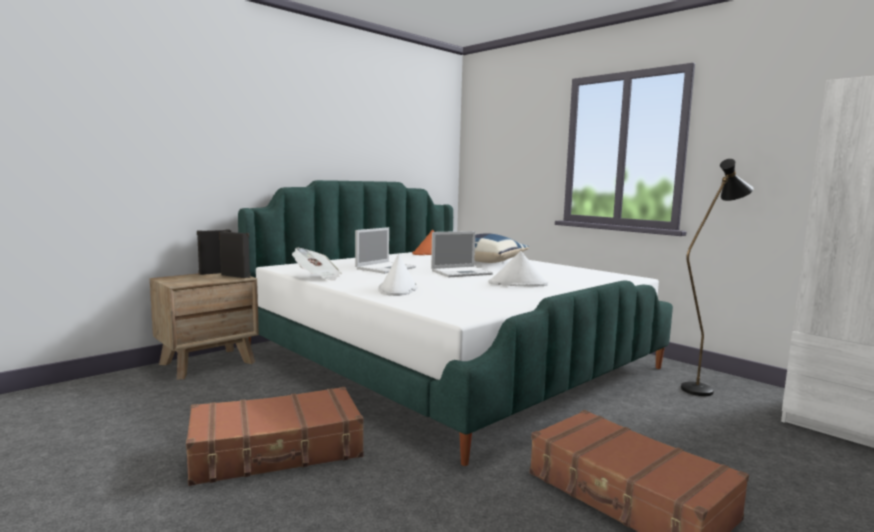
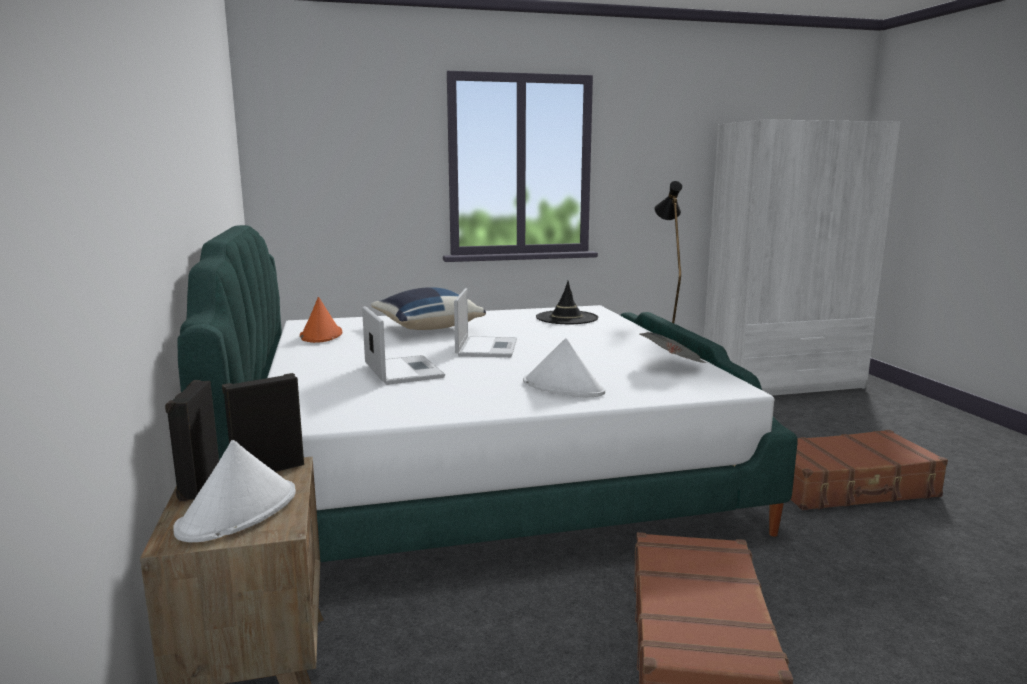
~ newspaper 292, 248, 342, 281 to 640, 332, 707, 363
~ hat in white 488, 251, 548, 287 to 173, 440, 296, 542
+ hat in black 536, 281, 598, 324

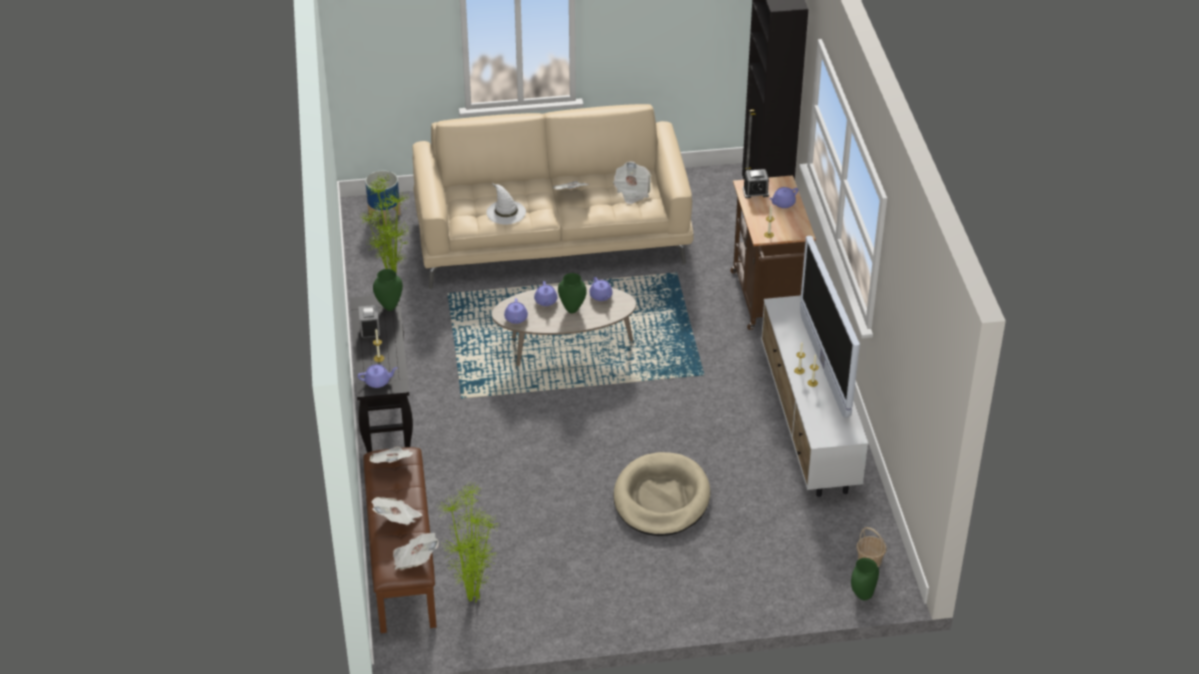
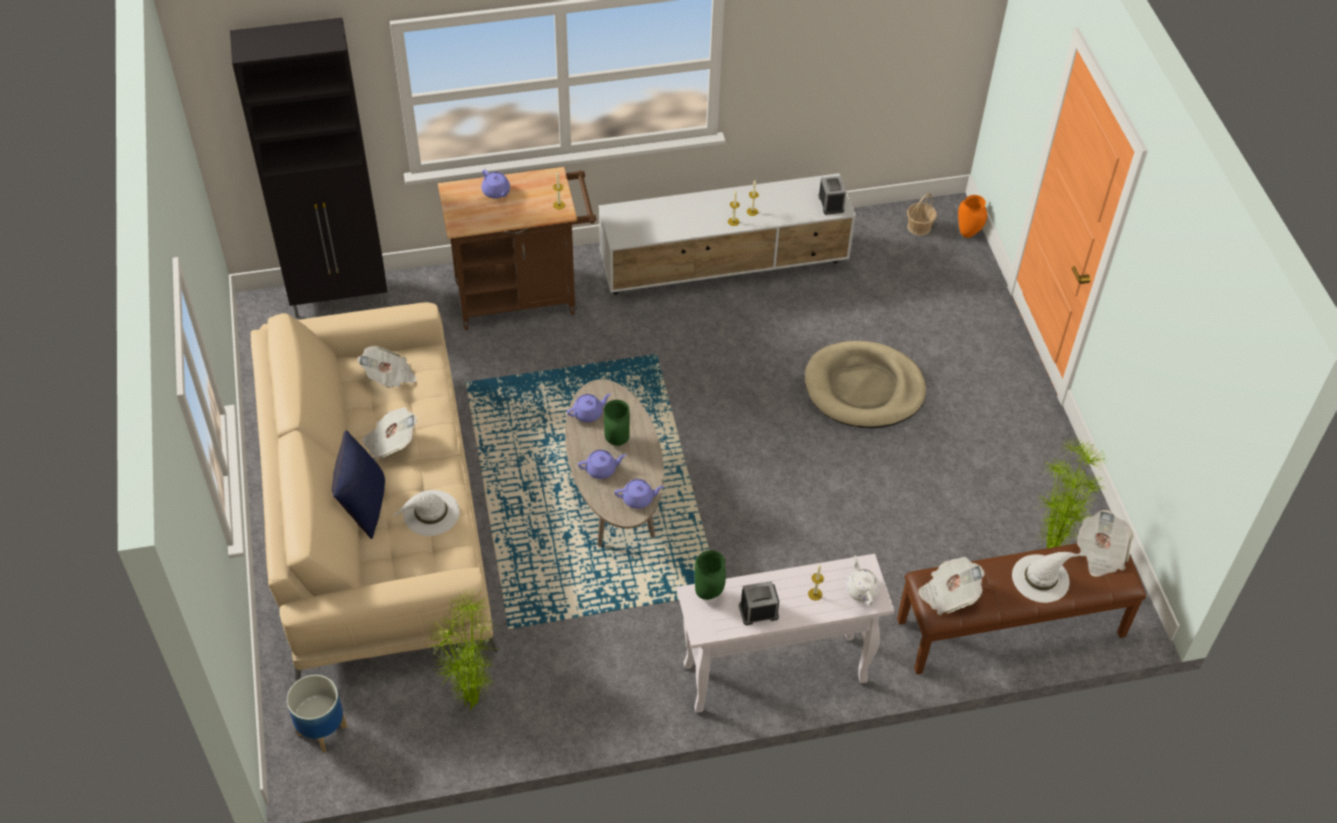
~ alarm clock 743, 169, 769, 198 to 818, 176, 846, 215
- television 800, 236, 860, 418
~ console table in black 350, 295, 413, 453 to console table in white 677, 554, 894, 713
~ teapot in purple 358, 364, 398, 388 to teapot in white 846, 556, 880, 605
~ newspaper 371, 497, 422, 525 to hat in white 1012, 552, 1084, 603
~ vase in green 851, 558, 879, 600 to vase in orange 958, 195, 987, 238
+ pillow in blue 332, 430, 385, 539

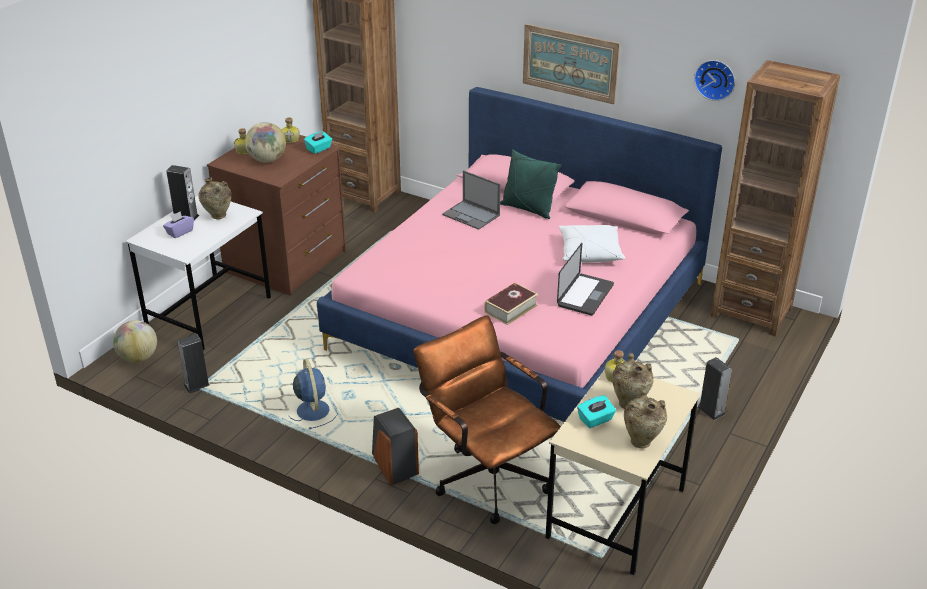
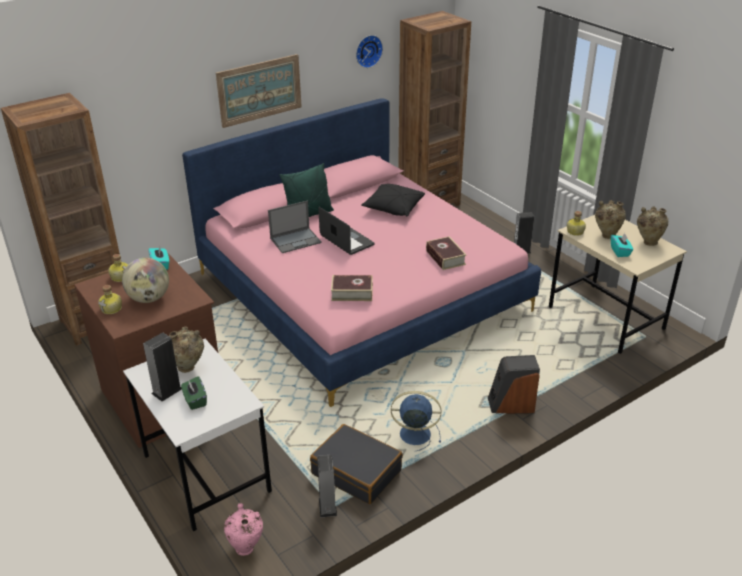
~ tissue box in purple 163, 211, 194, 238 to tissue box in green 181, 376, 207, 410
~ pillow in white 559, 225, 625, 263 to pillow in black 361, 184, 425, 216
~ laptop 557, 243, 614, 316 to 318, 207, 374, 255
- office chair in brown 414, 315, 561, 524
~ globe 113, 320, 157, 363 to vase in pink 224, 503, 263, 556
+ book 331, 275, 373, 301
+ suitcase in black 310, 424, 403, 504

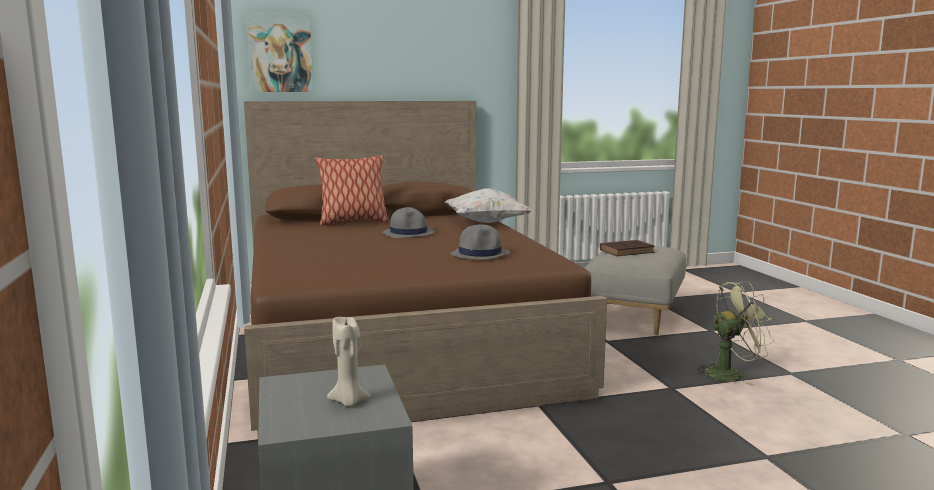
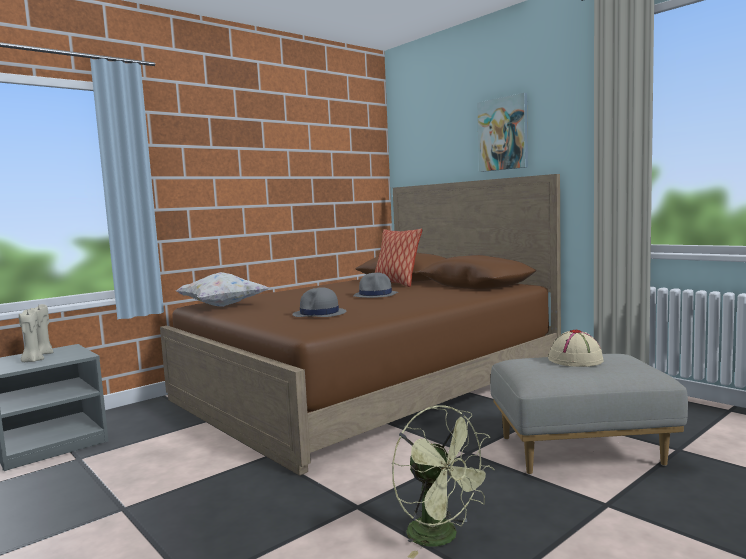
~ picture 246, 12, 314, 92 to 477, 93, 528, 172
~ pillow in white 445, 188, 532, 223 to 175, 272, 269, 307
~ book in brown 600, 240, 655, 256 to hat in beige 548, 329, 603, 367
+ candle in beige 31, 304, 53, 354

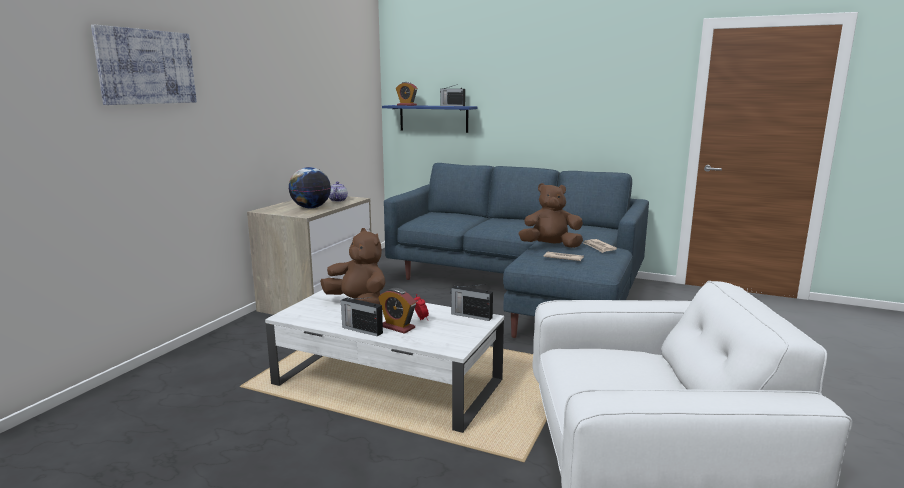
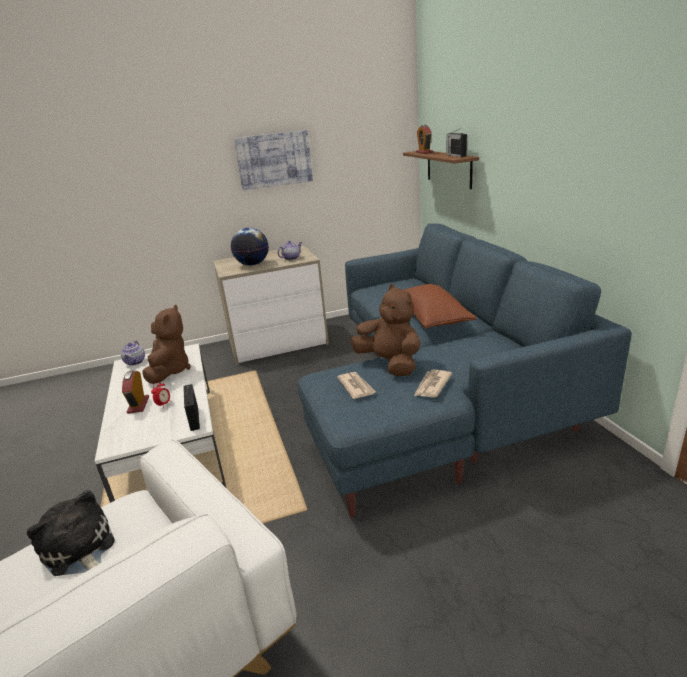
~ picture 91, 25, 197, 105 to 234, 130, 313, 190
~ shelf in blue 382, 105, 477, 133 to shelf in brown 403, 151, 479, 189
- radio 341, 297, 383, 336
+ pillow in brown 404, 284, 477, 328
+ teapot 121, 341, 145, 366
+ plush toy 27, 490, 115, 576

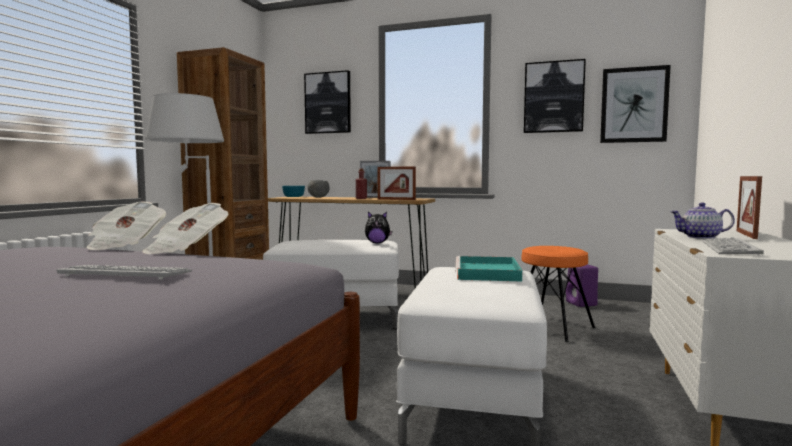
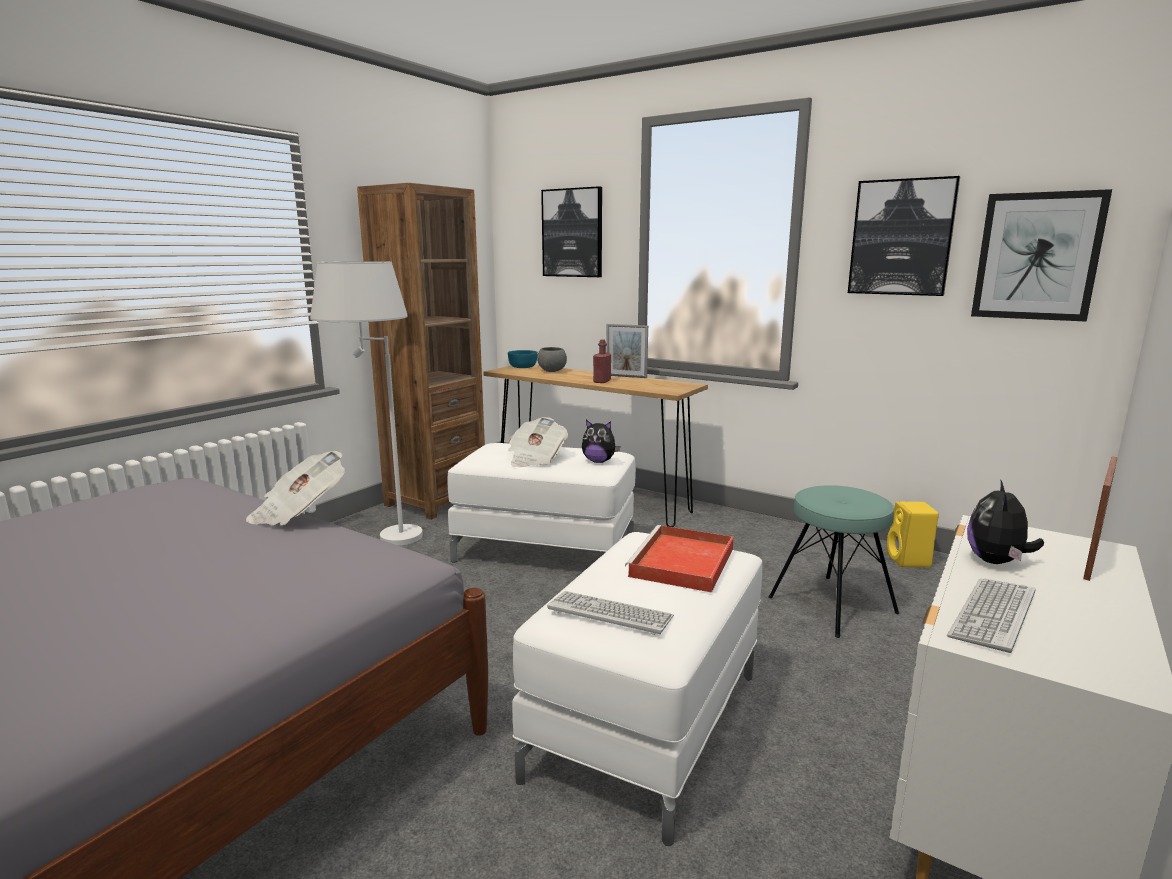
- picture frame 378, 166, 416, 200
~ newspaper 86, 202, 166, 250 to 508, 417, 568, 467
~ teapot 670, 203, 735, 239 to plush toy 967, 481, 1044, 564
~ stool in orange 521, 246, 595, 342 to stool in turquoise 769, 485, 899, 638
~ tray in turquoise 455, 256, 522, 282 to tray in red 625, 525, 734, 593
~ speaker in purple 566, 264, 598, 307 to speaker in yellow 887, 502, 939, 567
~ keyboard 56, 265, 192, 280 to 547, 591, 674, 635

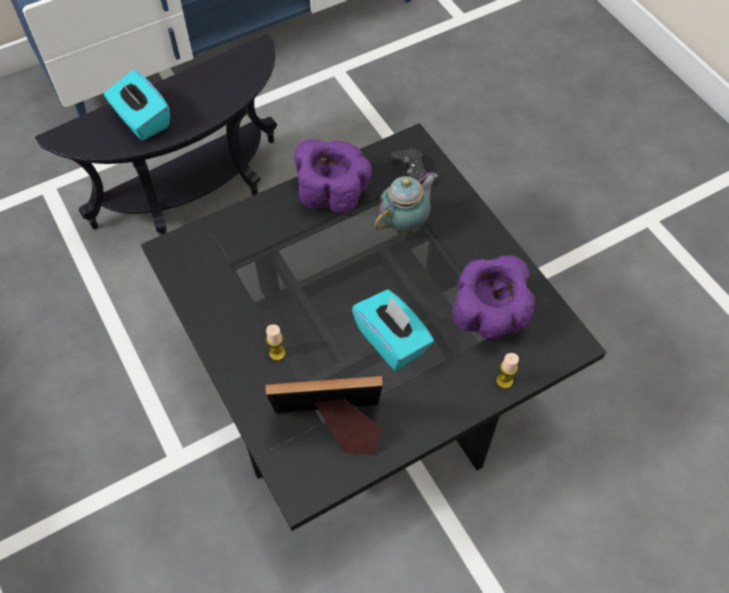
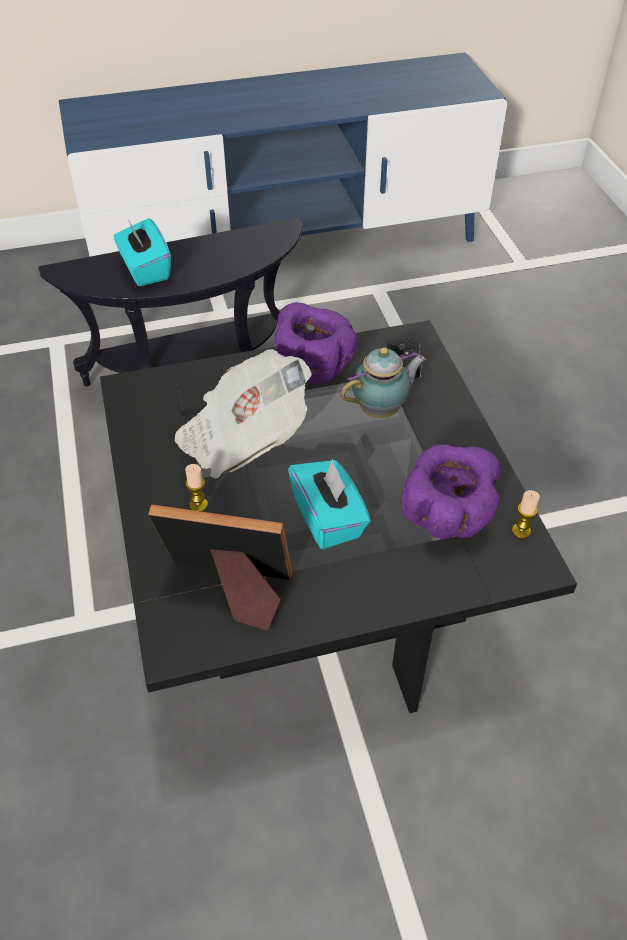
~ candle 496, 353, 519, 389 to 512, 490, 540, 539
+ newspaper 175, 349, 312, 479

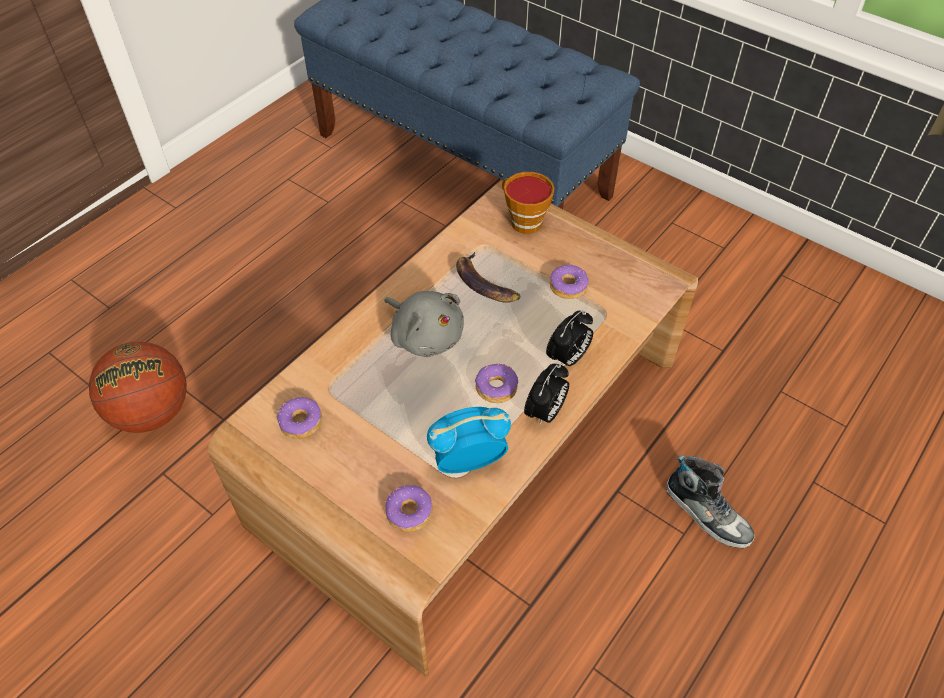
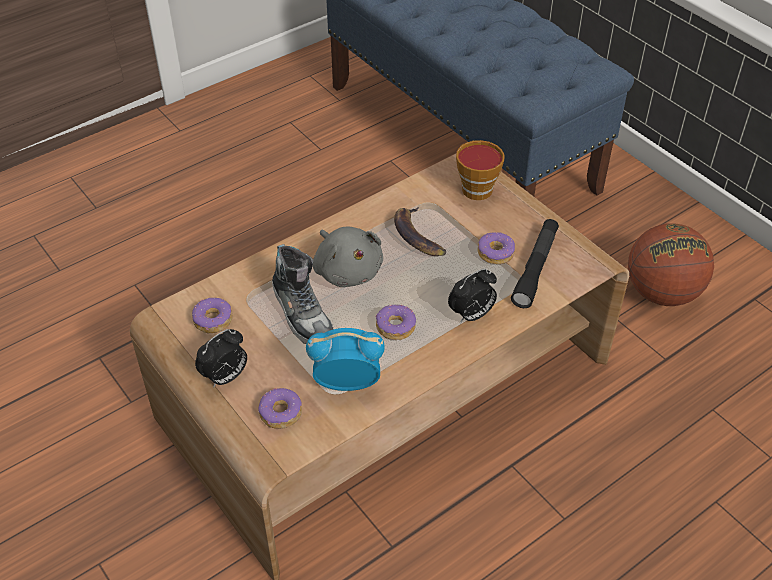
~ basketball 89, 342, 187, 433 to 628, 223, 714, 306
~ alarm clock 524, 364, 569, 426 to 195, 329, 247, 388
~ shoe 666, 455, 755, 549 to 272, 244, 333, 344
+ flashlight in black 511, 219, 559, 308

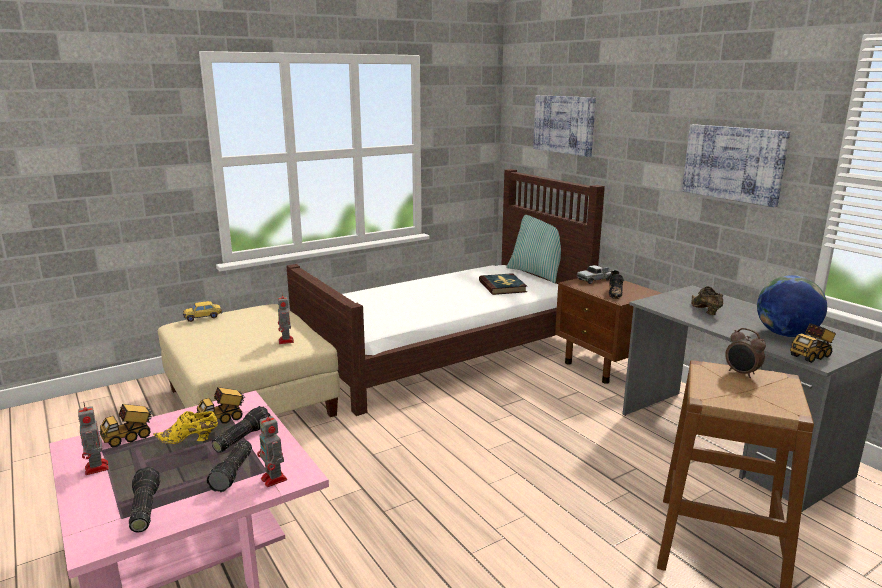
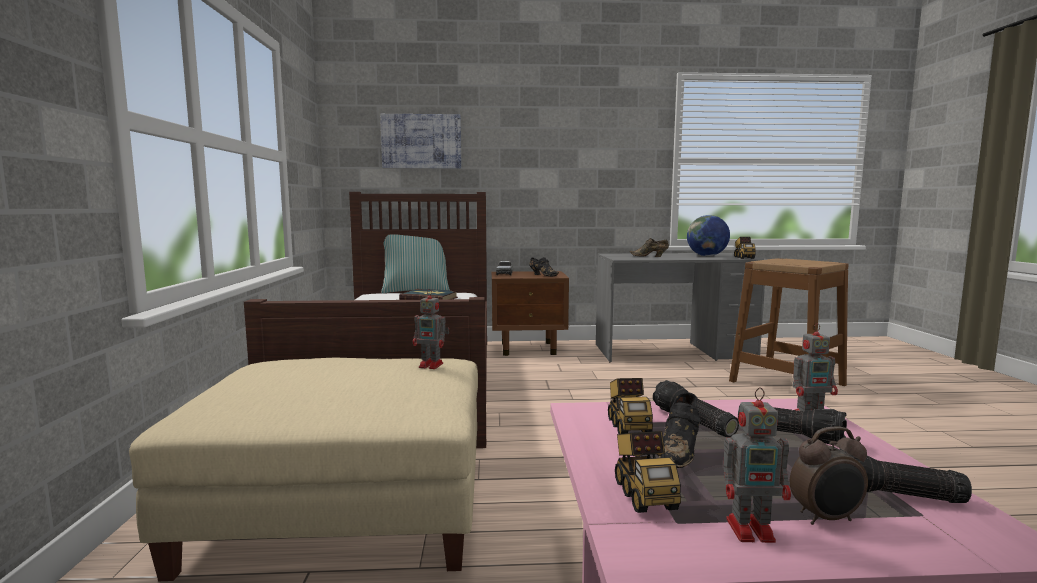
- picture 682, 124, 790, 207
- toy car 183, 301, 223, 322
~ alarm clock 725, 328, 766, 378 to 790, 426, 868, 525
~ shoe in yellow 153, 411, 218, 444 to shoe in black 658, 392, 701, 468

